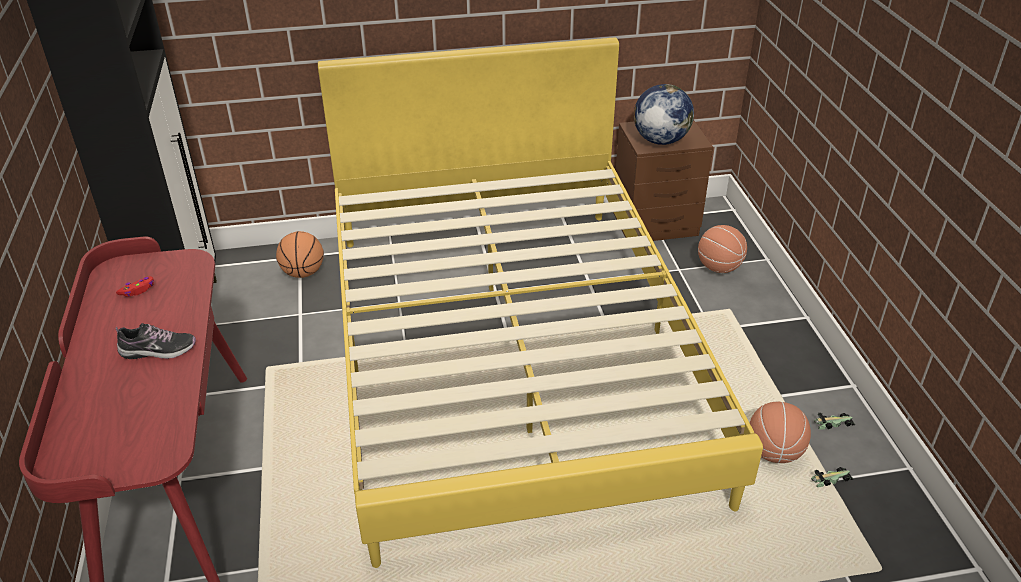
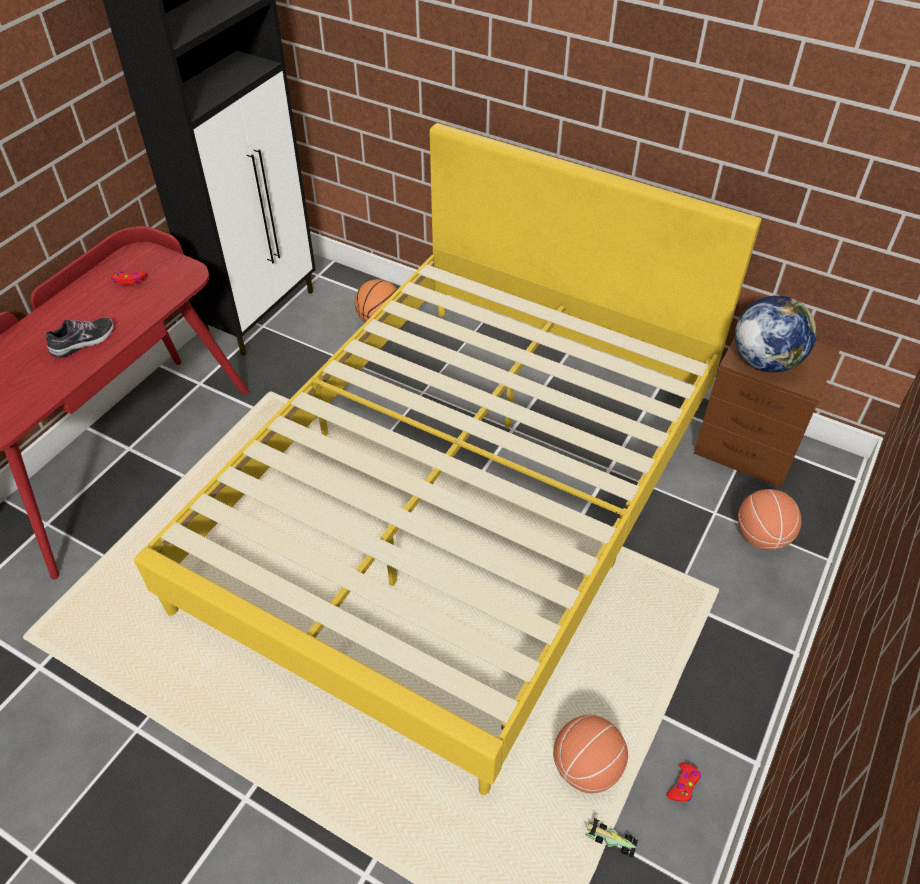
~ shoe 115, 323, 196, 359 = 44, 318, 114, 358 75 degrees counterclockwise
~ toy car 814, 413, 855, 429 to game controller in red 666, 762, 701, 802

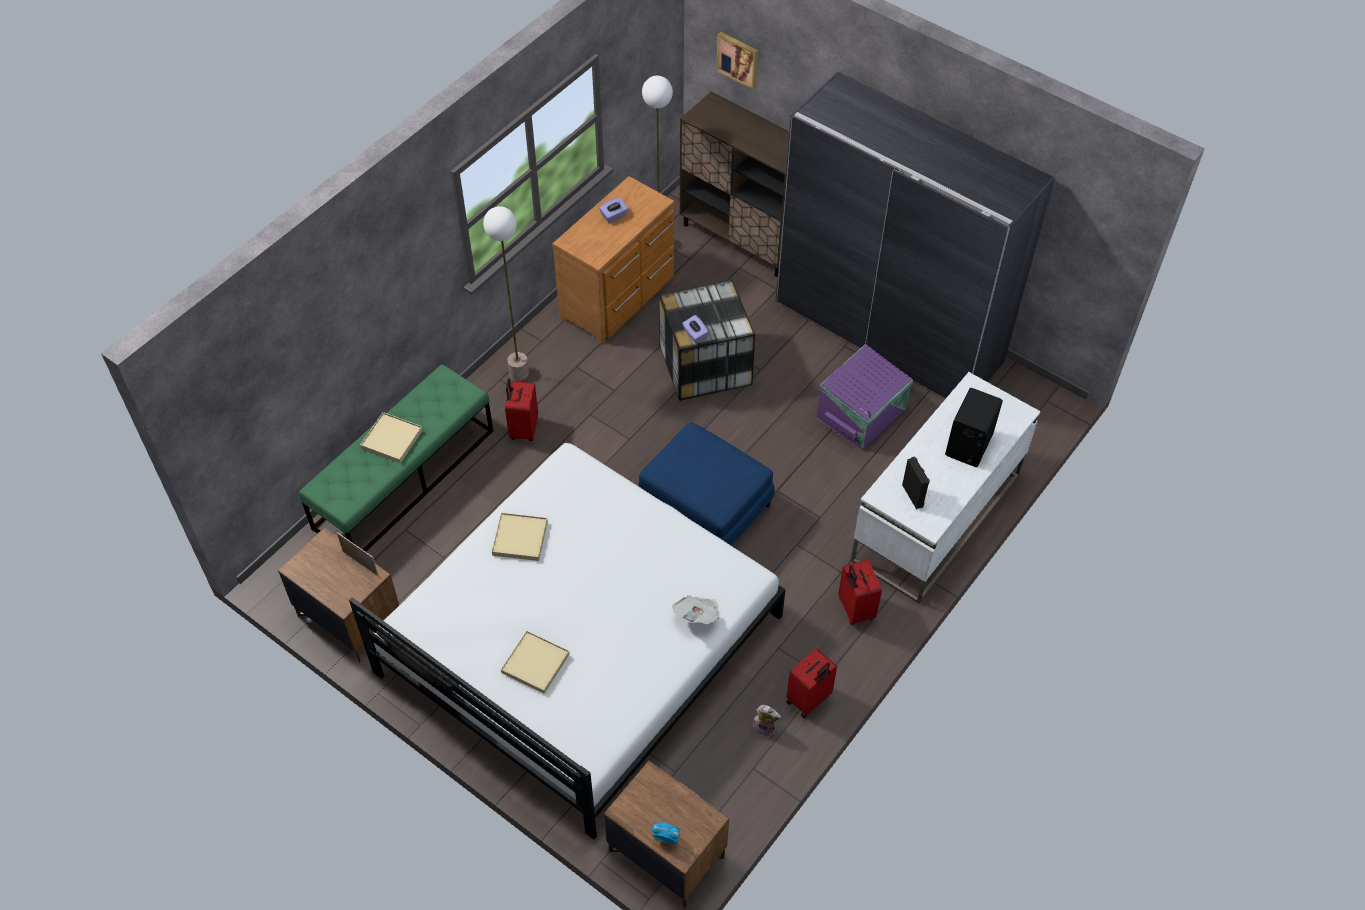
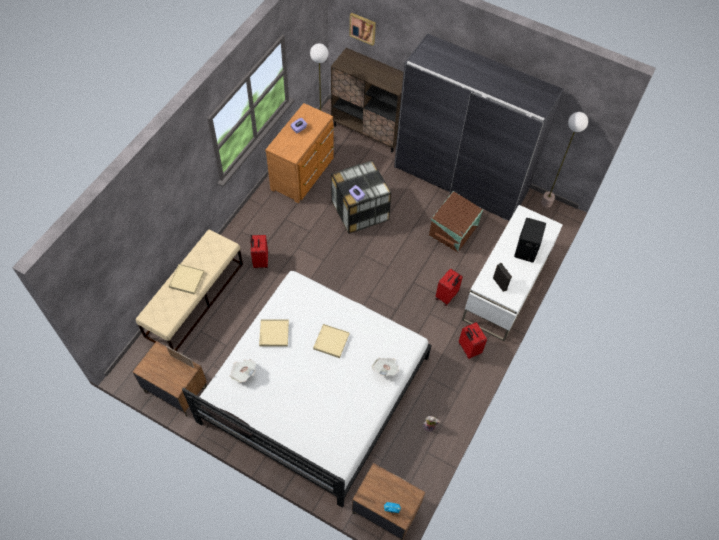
~ floor lamp 483, 206, 529, 381 to 541, 112, 588, 208
~ storage box in purple 817, 344, 913, 450 to storage box in brown 429, 191, 483, 252
~ bench in green 299, 364, 493, 552 to bench in beige 136, 229, 243, 351
- ottoman in blue 638, 422, 774, 545
~ tray in beige 501, 631, 570, 694 to 313, 324, 349, 358
~ suitcase in red 786, 648, 837, 718 to 435, 268, 463, 306
+ newspaper 229, 359, 256, 382

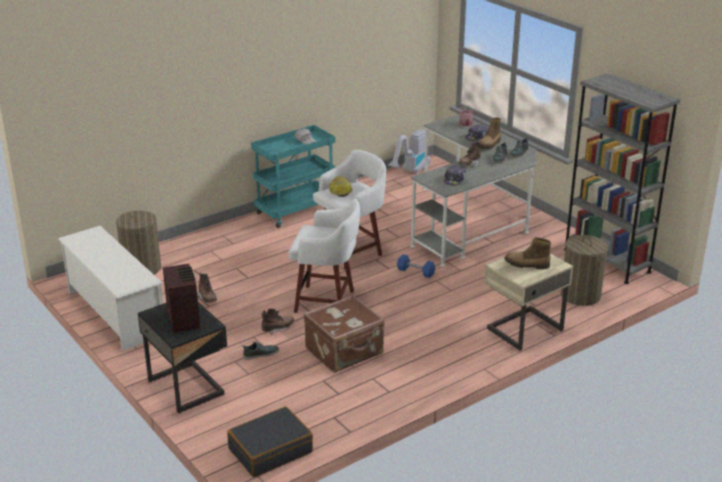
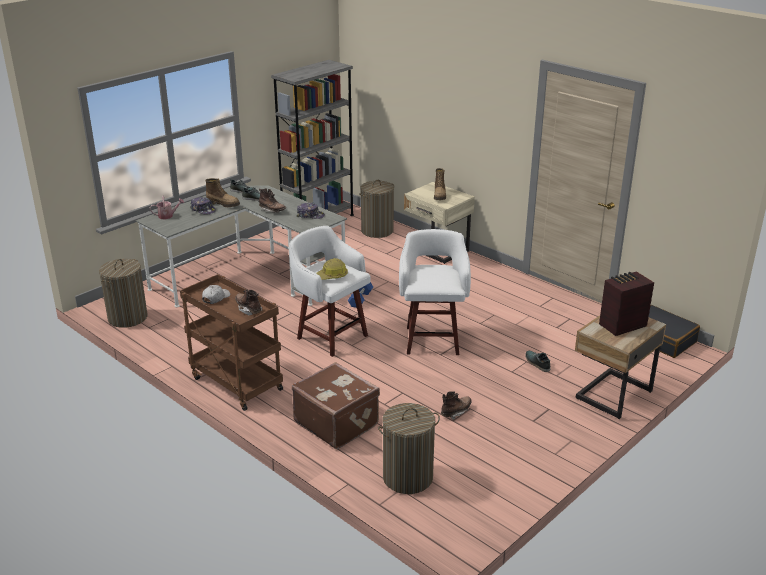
~ cart in turquoise 251, 125, 336, 228 to cart in brown 180, 274, 283, 411
~ vacuum cleaner 388, 129, 430, 173 to laundry basket 99, 259, 148, 328
- shoe rack in white 58, 226, 163, 351
~ suitcase in brown 304, 295, 384, 373 to 292, 362, 380, 449
~ nightstand in black 138, 302, 227, 414 to nightstand in beige 575, 315, 666, 419
~ boot in brown 261, 309, 294, 335 to 235, 289, 263, 316

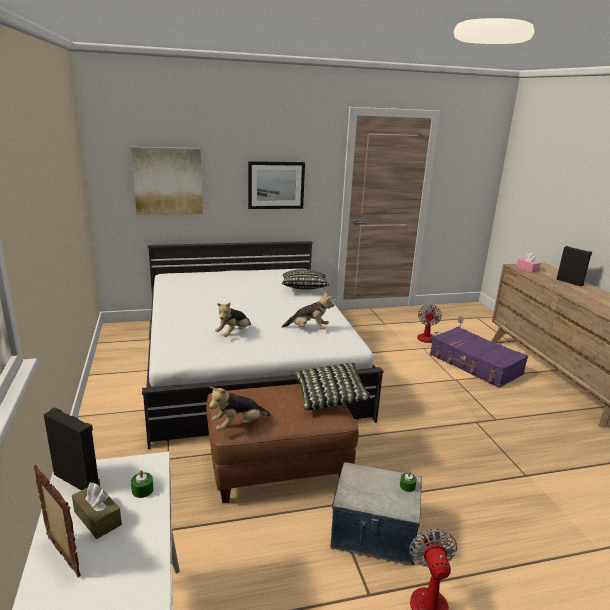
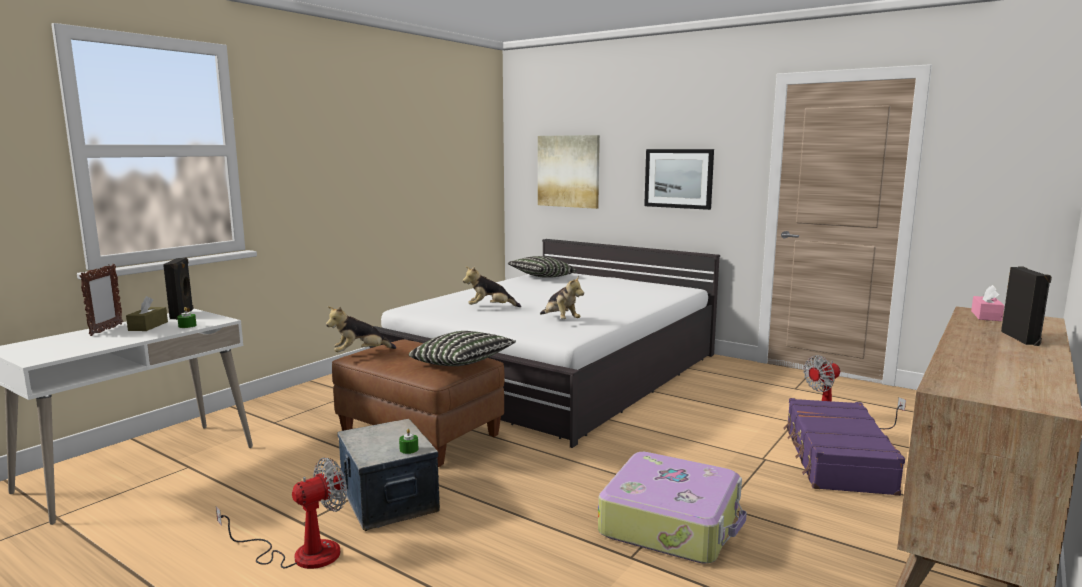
~ pillow 282, 269, 329, 290 to 507, 256, 576, 278
~ plush toy 209, 387, 271, 431 = 326, 306, 396, 352 45 degrees counterclockwise
+ suitcase 598, 452, 747, 564

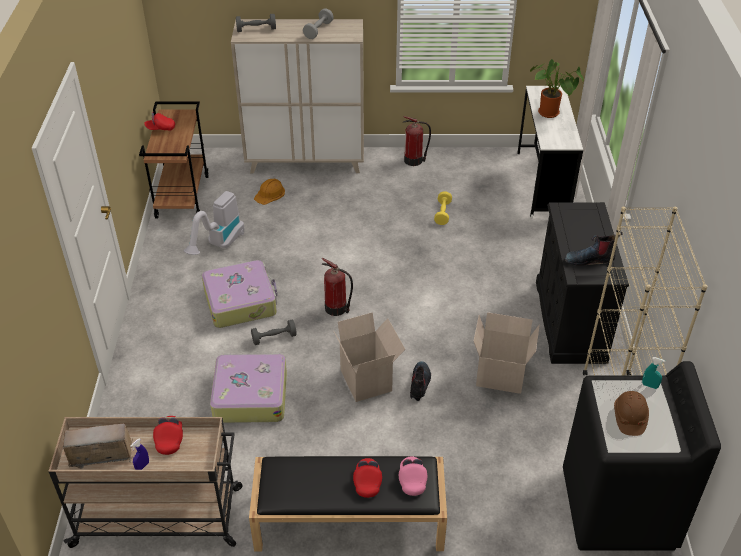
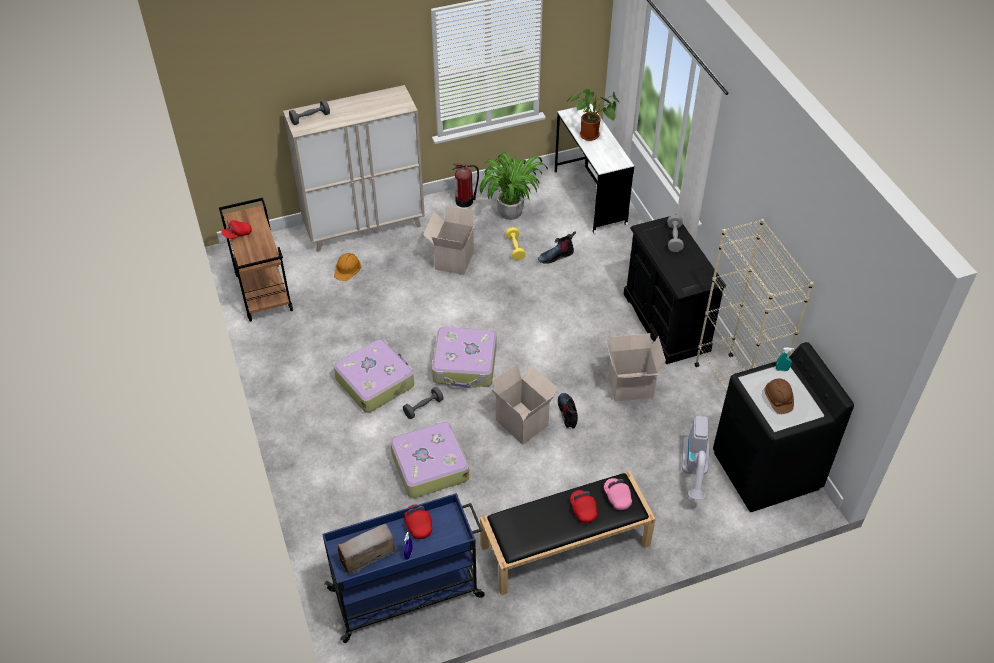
~ dumbbell in grey 303, 8, 334, 39 to 667, 215, 684, 252
~ vacuum cleaner 184, 191, 245, 255 to 682, 416, 709, 500
~ boot 565, 232, 623, 266 to 538, 231, 576, 264
~ fire extinguisher 321, 258, 353, 316 to suitcase 432, 327, 496, 388
~ cart in beige 48, 417, 243, 548 to cart in blue 322, 493, 485, 643
+ potted plant 479, 152, 548, 220
+ cardboard box 423, 206, 478, 275

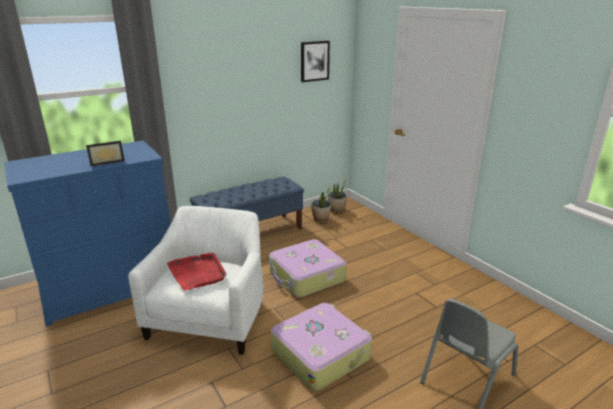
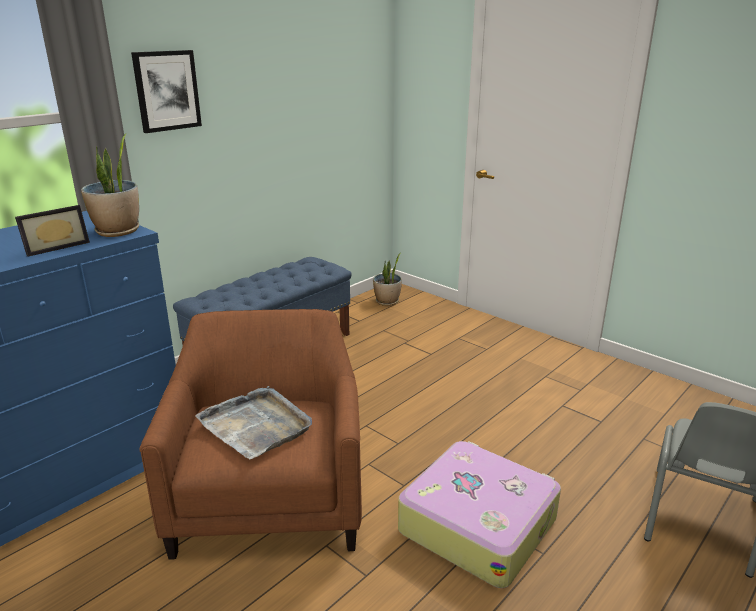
~ picture 301, 41, 330, 82 to 131, 50, 202, 133
~ potted plant 311, 186, 331, 223 to 81, 133, 139, 237
~ armchair in white 128, 206, 264, 355 to armchair in brown 140, 309, 362, 560
- suitcase 269, 239, 347, 297
~ tray in red 167, 252, 227, 291 to tray in grey 195, 386, 312, 459

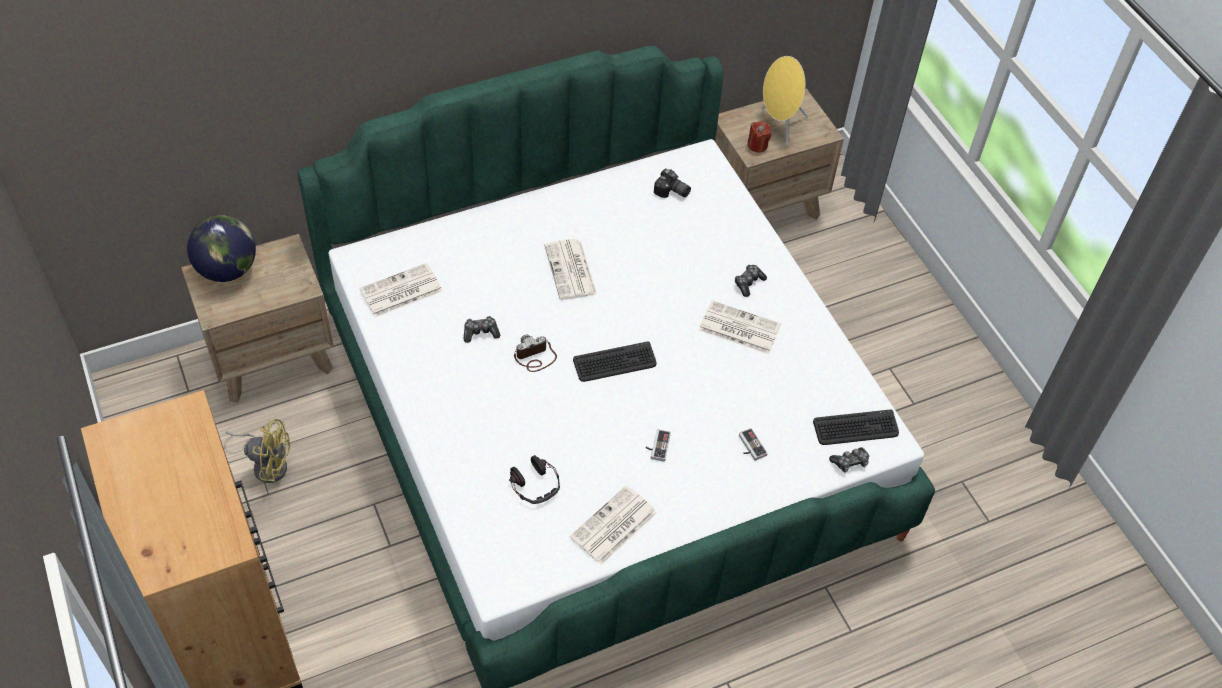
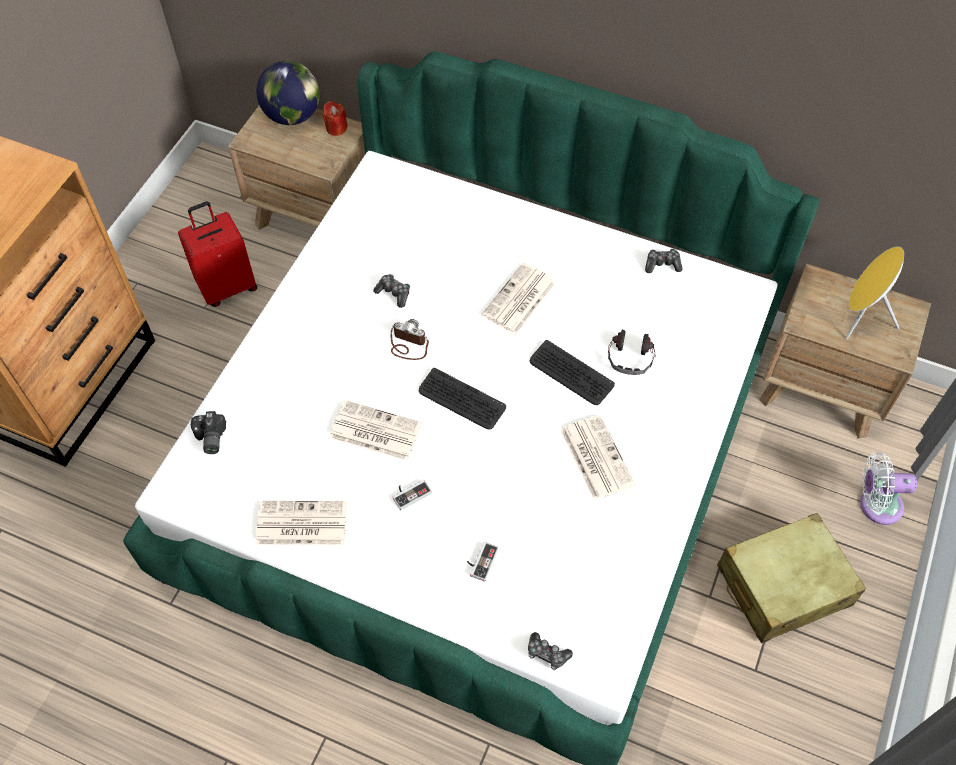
~ candle in red 748, 121, 771, 152 to 323, 101, 348, 136
~ photo camera 654, 169, 691, 198 to 191, 411, 226, 454
~ newspaper 359, 263, 443, 317 to 329, 400, 422, 461
~ game controller 735, 265, 767, 297 to 645, 249, 683, 273
~ keyboard 813, 410, 899, 445 to 530, 340, 615, 405
~ fan in yellow 225, 419, 290, 483 to suitcase in red 178, 201, 257, 307
~ headphones 509, 455, 560, 504 to 608, 330, 656, 375
+ fan in white 860, 452, 917, 525
+ suitcase in beige 717, 513, 866, 643

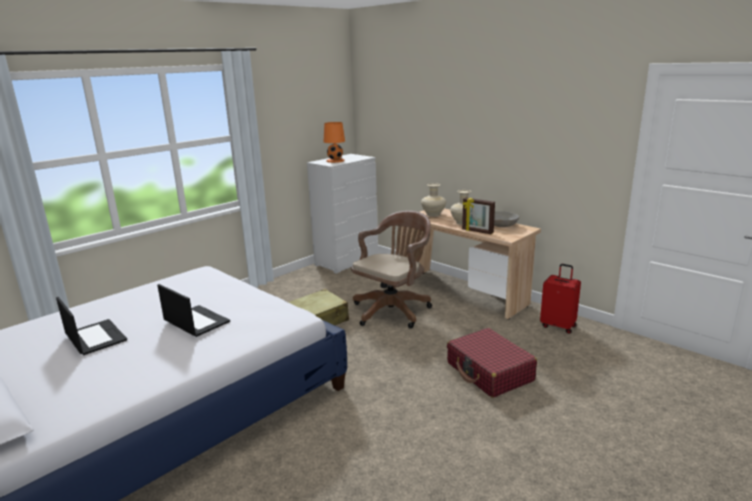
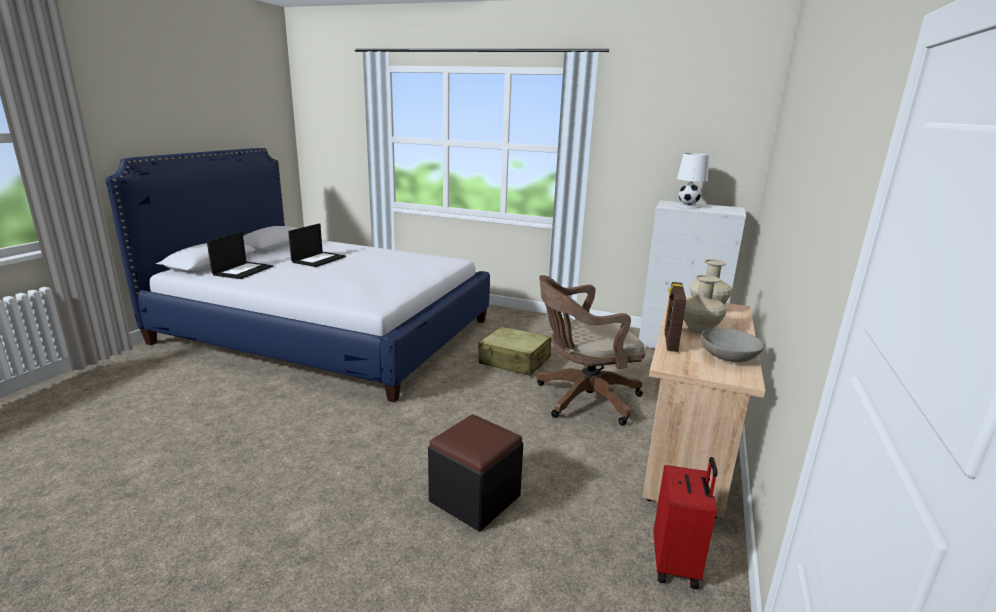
~ table lamp in orange 324, 122, 345, 163 to table lamp in white 675, 153, 709, 208
~ office chair in brown 351, 211, 432, 329 = 536, 275, 645, 426 150 degrees clockwise
~ laptop 157, 284, 230, 337 to 207, 232, 273, 279
~ suitcase in red 447, 328, 537, 398 to ottoman in black 428, 414, 523, 532

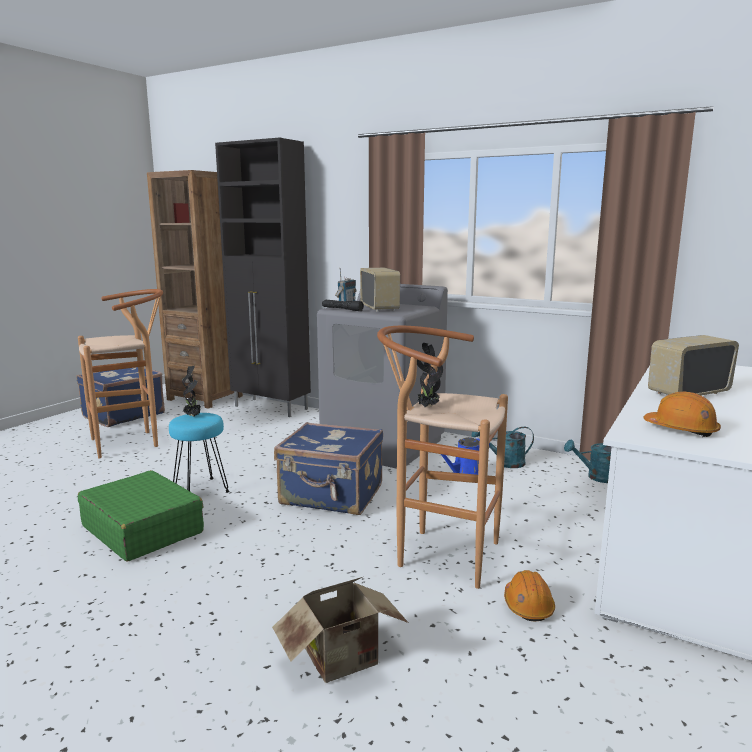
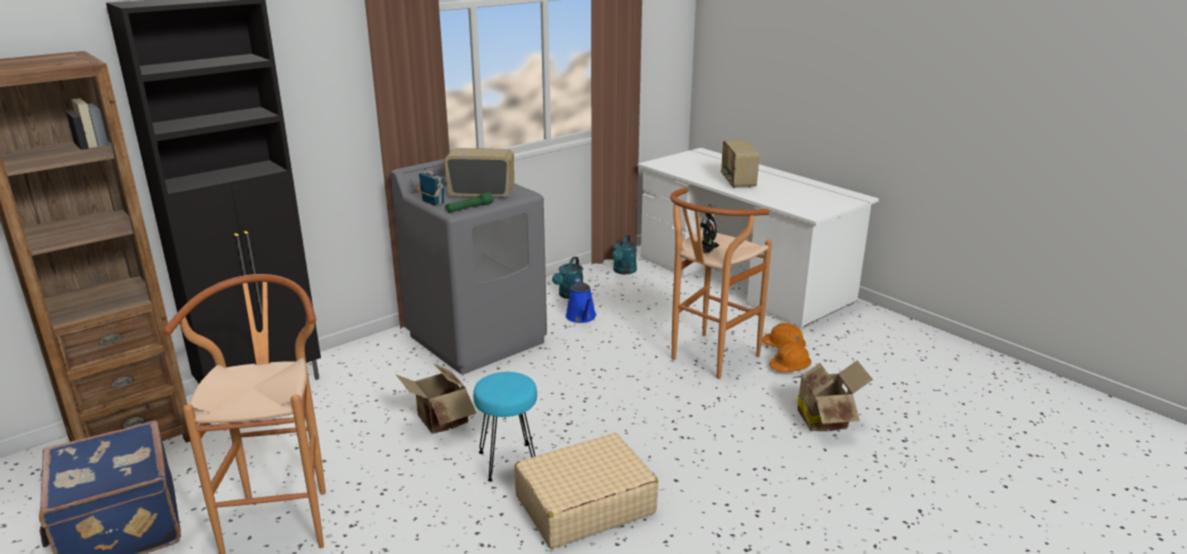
~ flashlight in black 322, 300, 364, 311 to flashlight in green 445, 192, 494, 213
- potted plant 182, 365, 202, 416
~ hard hat in orange 644, 392, 721, 437 to 769, 342, 811, 372
- suitcase in blue 274, 422, 383, 515
~ suitcase in green 78, 470, 204, 561 to suitcase in beige 515, 433, 659, 549
+ cardboard box 396, 363, 476, 434

